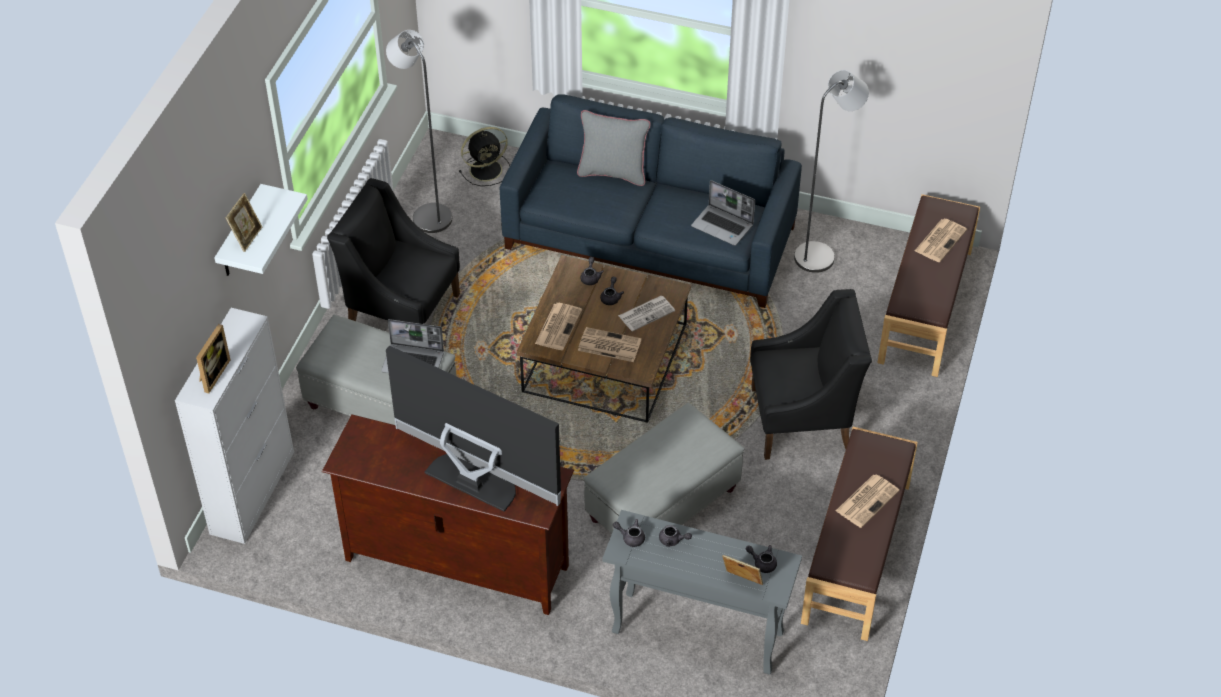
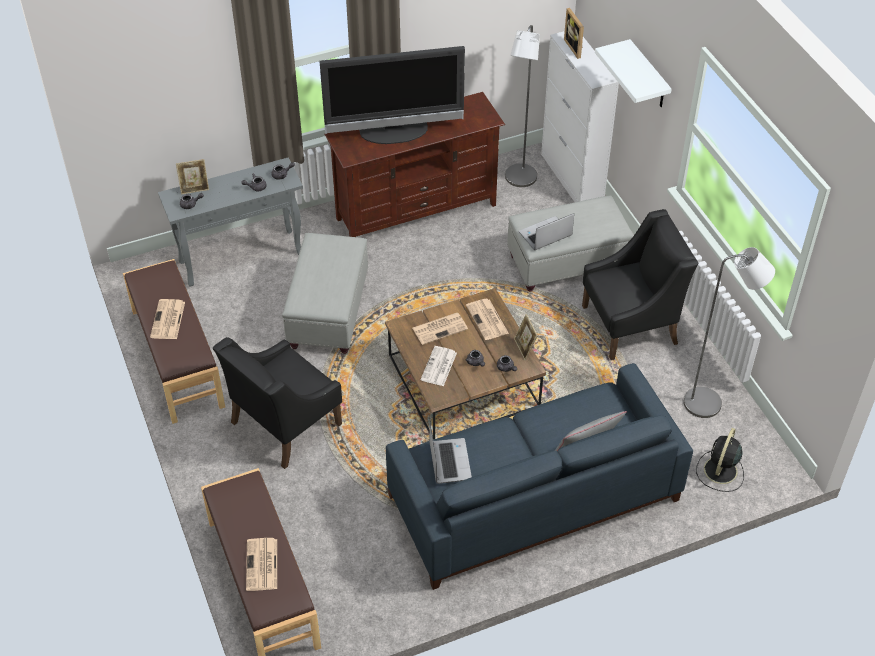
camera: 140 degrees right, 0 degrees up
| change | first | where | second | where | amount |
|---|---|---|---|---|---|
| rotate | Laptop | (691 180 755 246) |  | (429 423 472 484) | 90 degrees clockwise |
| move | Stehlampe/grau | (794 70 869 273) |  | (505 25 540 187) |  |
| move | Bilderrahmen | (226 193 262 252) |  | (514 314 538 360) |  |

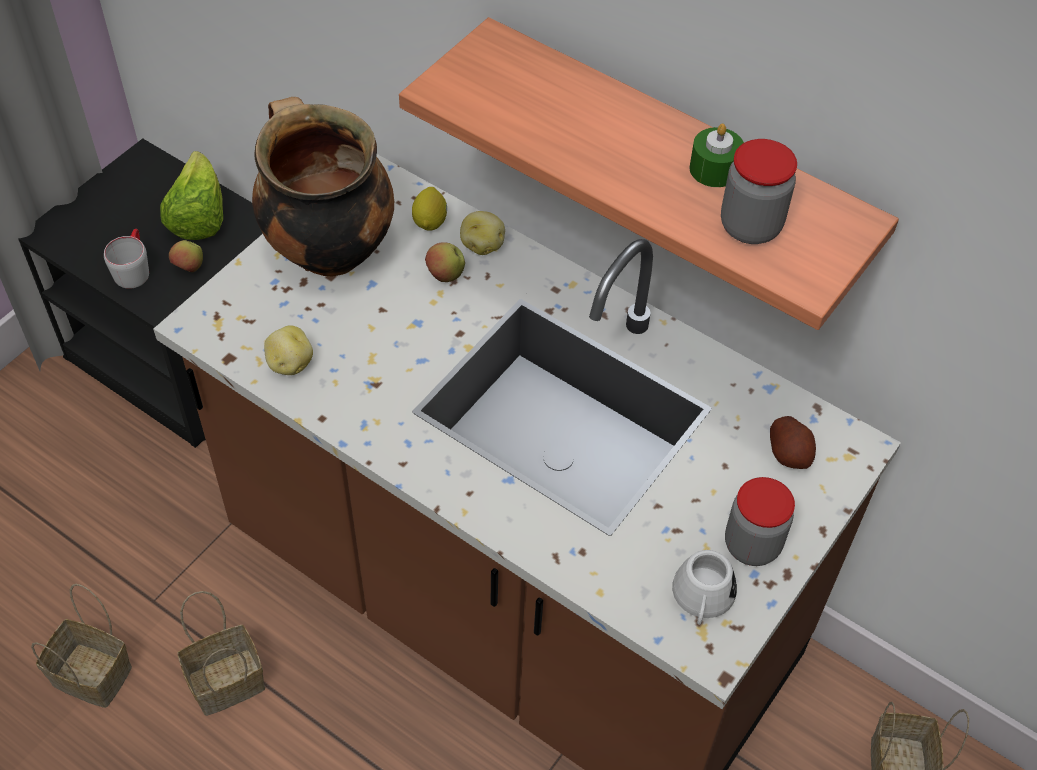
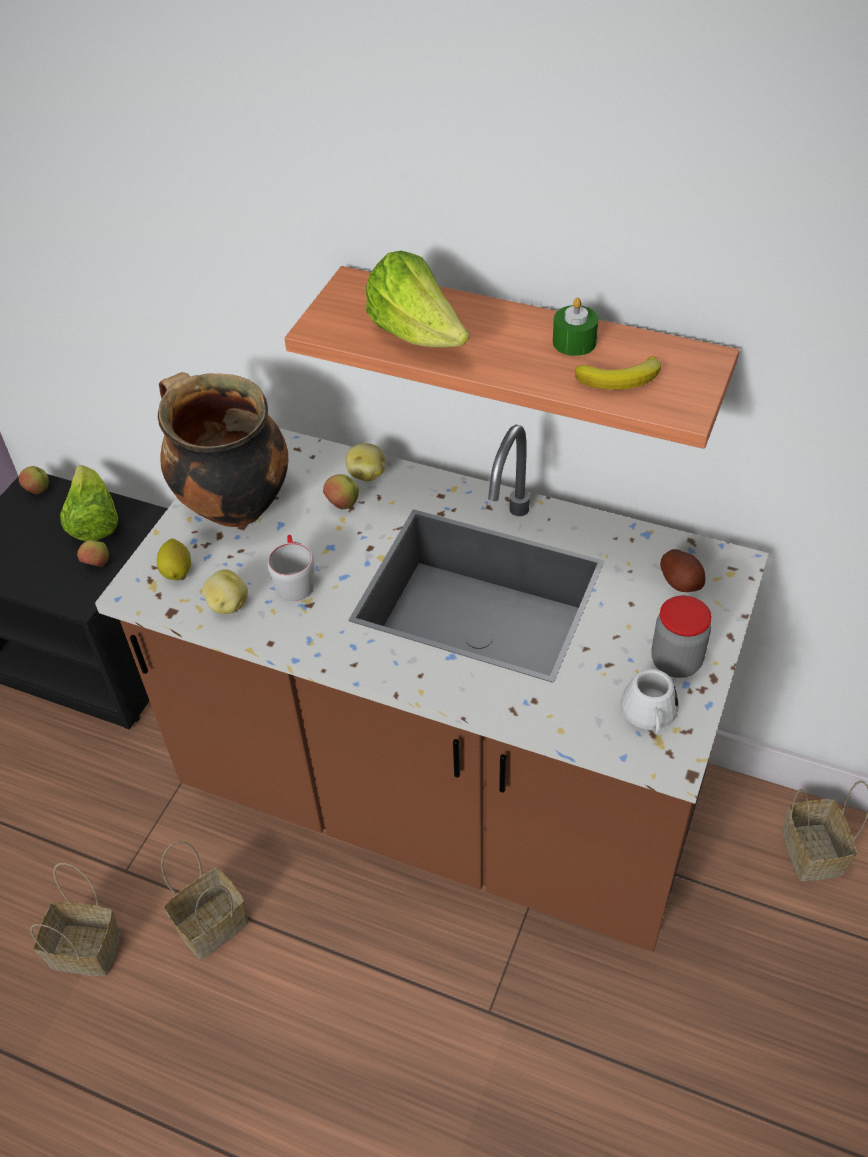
camera: 10 degrees left, 5 degrees down
| change | first | where | second | where | amount |
|---|---|---|---|---|---|
| insert |  |  | Apfel | (19 466 49 494) |  |
| move | Zitrone | (412 187 447 231) |  | (157 538 191 580) |  |
| move | Henkelbecher/grau | (104 229 149 289) |  | (267 535 315 601) |  |
| insert |  |  | Salatkopf | (366 251 469 348) |  |
| replace | Vorratsglas | (721 139 797 244) | Banane | (575 356 661 389) |  |

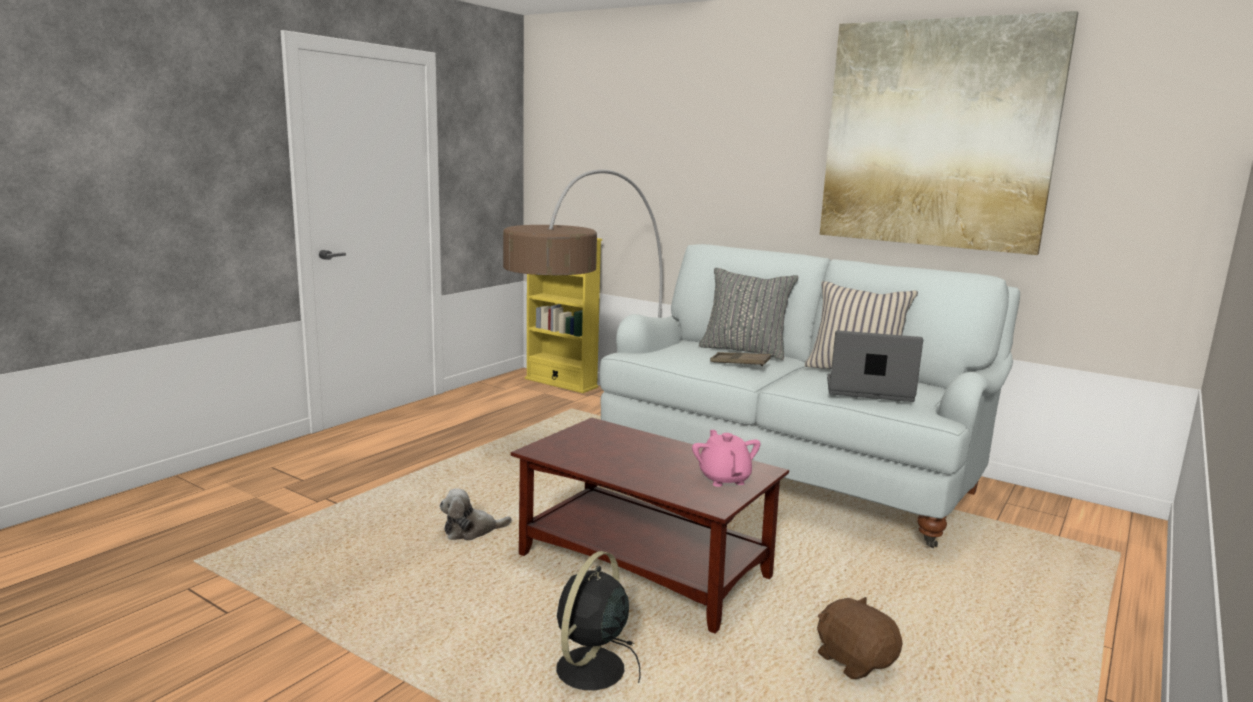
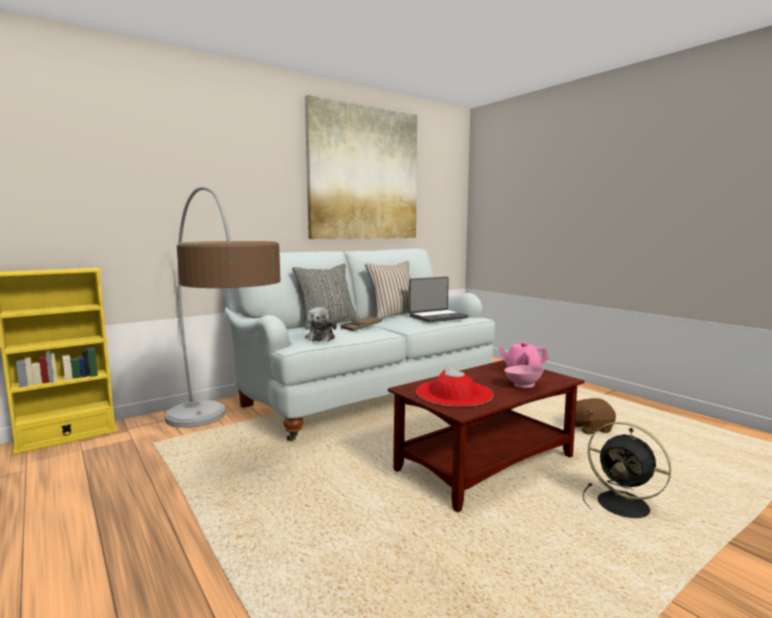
camera: 70 degrees left, 5 degrees down
| change | first | where | second | where | amount |
|---|---|---|---|---|---|
| move | Plüschtier | (440 488 511 540) |  | (305 307 337 342) |  |
| rotate | Laptop | (827 330 923 402) |  | (409 277 468 322) | 150 degrees counterclockwise |
| insert |  |  | Hut/rot | (416 367 493 407) |  |
| insert |  |  | Schüssel/rosa | (504 365 544 388) |  |

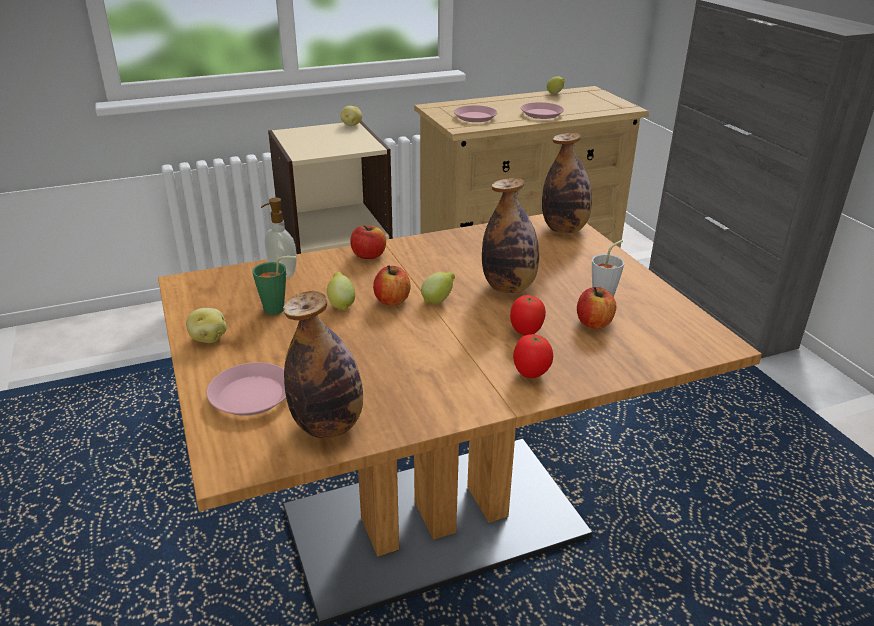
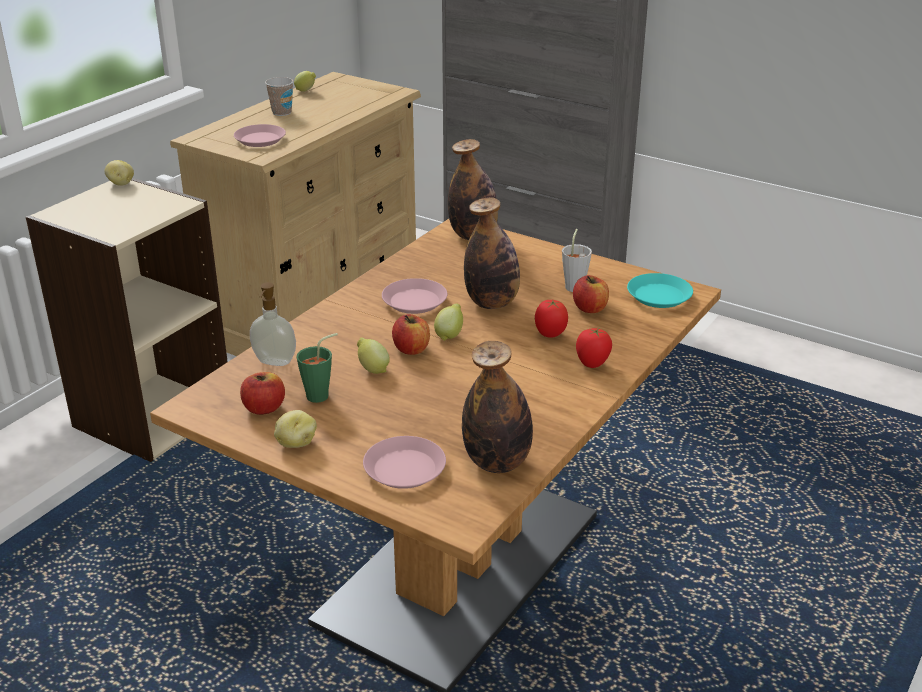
camera: 35 degrees left, 0 degrees up
| change | first | where | second | where | amount |
|---|---|---|---|---|---|
| move | Apfel | (350 226 386 259) |  | (240 372 285 415) |  |
| insert |  |  | Tasse | (265 77 293 116) |  |
| move | Teller/rosa | (521 102 564 119) |  | (382 278 447 314) |  |
| insert |  |  | Teller/türkis | (627 273 693 308) |  |

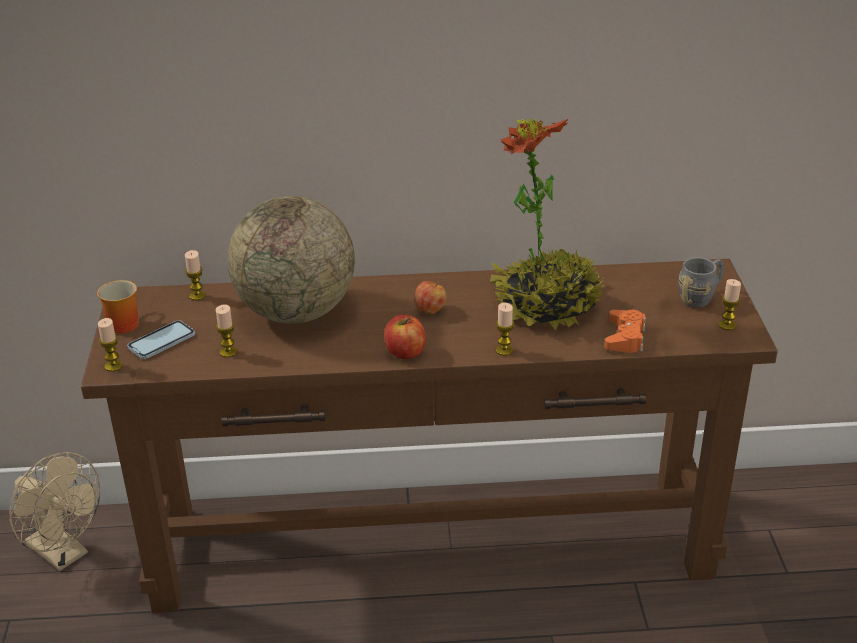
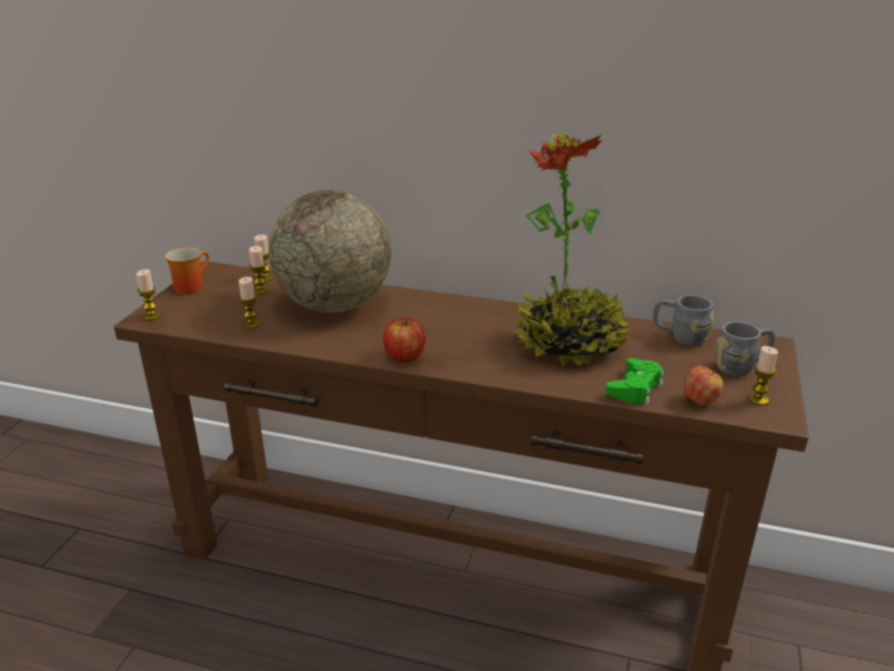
camera: 20 degrees right, 5 degrees down
| change | first | where | second | where | amount |
|---|---|---|---|---|---|
| move | Kerze | (495 303 514 356) |  | (249 246 269 295) |  |
| recolor | Gamepad/orange | (604 310 646 353) | Gamepad/grün | (606 358 664 405) |  |
| insert |  |  | Henkelbecher/grau | (653 295 714 347) |  |
| move | Apfel | (415 281 446 314) |  | (684 366 723 405) |  |
| delete | Ventilator/beige | (9 452 101 571) |  |  |  |
| delete | Handy | (127 320 195 359) |  |  |  |

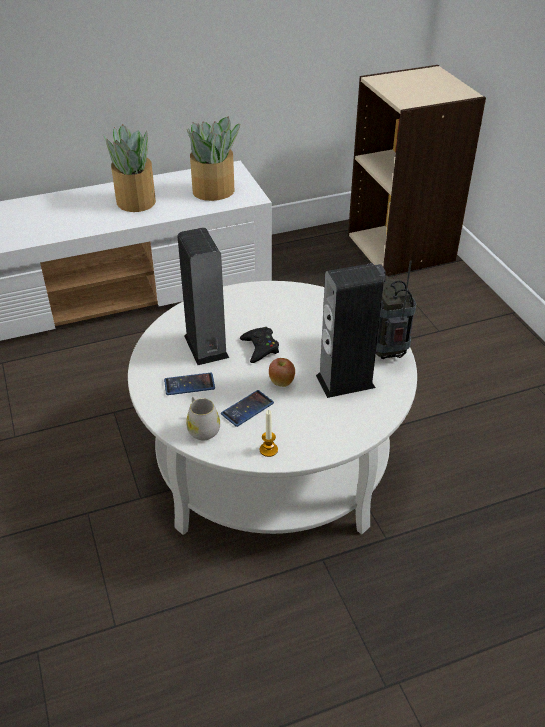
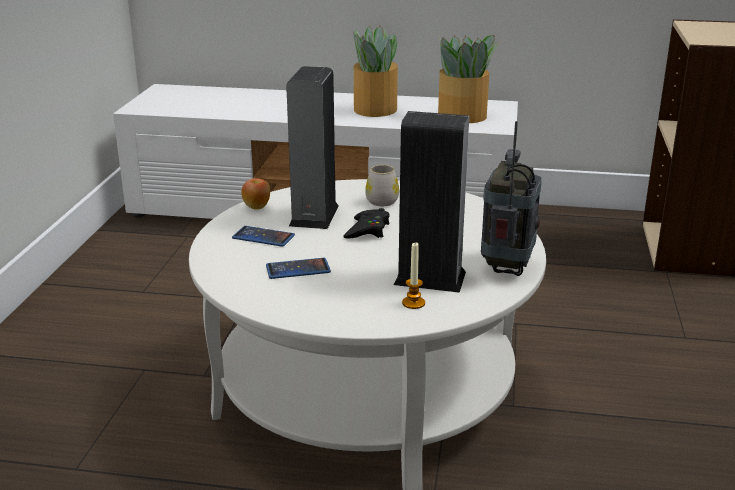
camera: 30 degrees right, 15 degrees down
| change | first | where | second | where | amount |
|---|---|---|---|---|---|
| move | Apfel | (269 358 295 387) |  | (241 178 270 210) |  |
| move | Henkelbecher/weiß | (186 396 220 440) |  | (365 165 399 206) |  |
| move | Kerze | (260 410 278 457) |  | (402 243 425 309) |  |

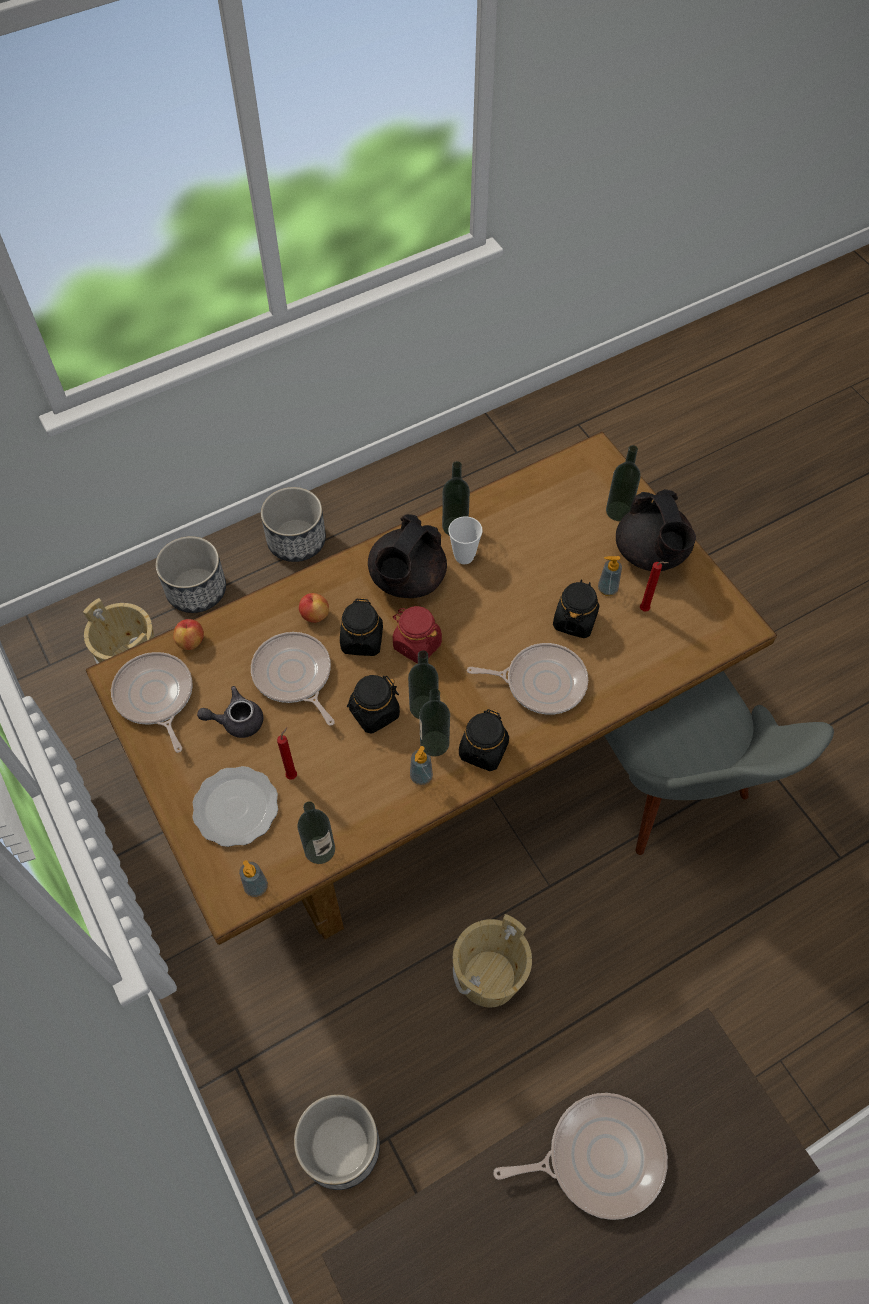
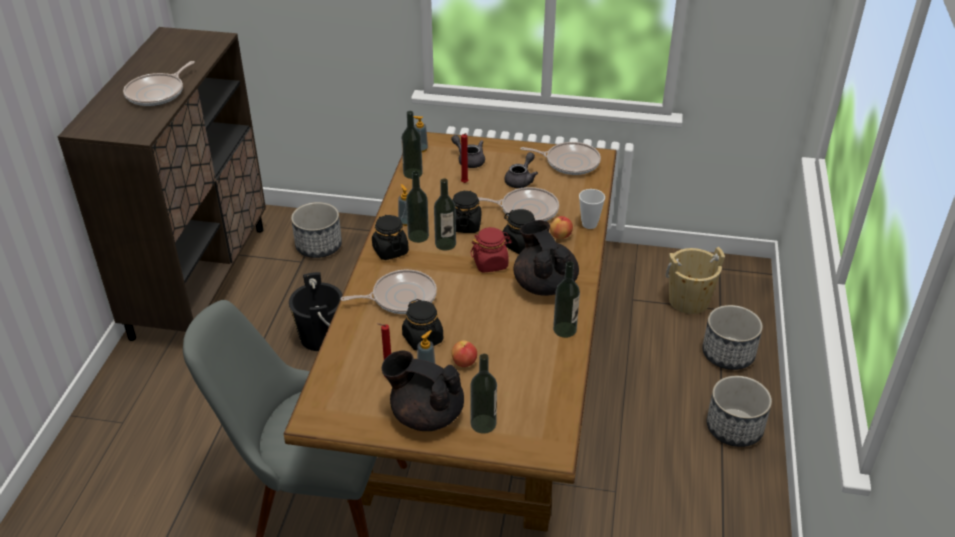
camera: 130 degrees right, 20 degrees down
| change | first | where | second | where | amount |
|---|---|---|---|---|---|
| recolor | Eimer/beige | (453 914 532 1008) | Eimer/schwarz | (289 272 343 351) |  |
| rotate | Pfanne | (467 643 588 715) |  | (340 270 437 314) | 150 degrees counterclockwise |
| replace | Teller | (192 766 278 847) | Teekanne/grau | (451 135 485 168) |  |
| move | Apfel | (173 619 204 650) |  | (451 340 477 367) |  |
| move | Tasse | (448 516 483 564) |  | (579 189 605 229) |  |

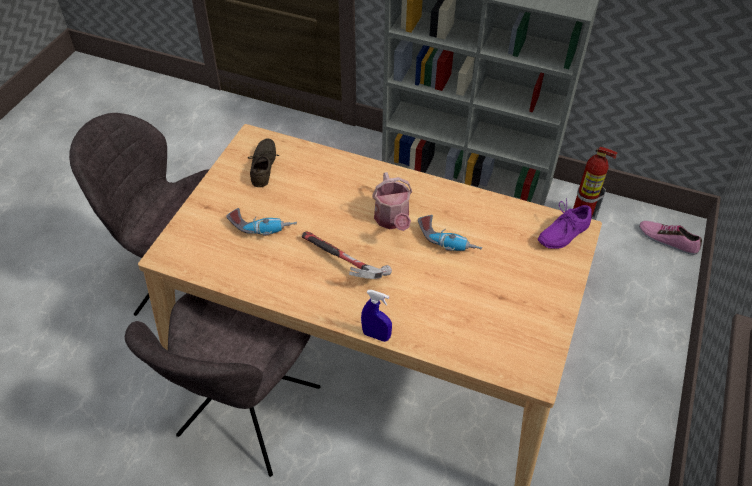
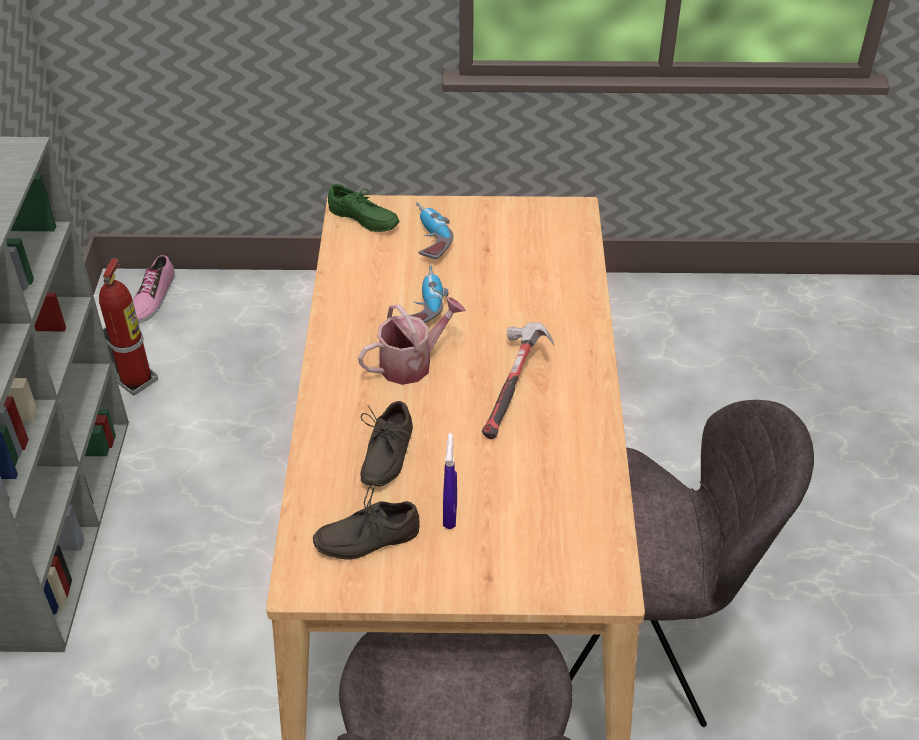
camera: 110 degrees left, 5 degrees down
| change | first | where | second | where | amount |
|---|---|---|---|---|---|
| recolor | Schuh/lila | (538 198 592 249) | Schuh/grün | (328 184 399 232) |  |
| insert |  |  | Schuh/grau | (361 401 413 487) |  |
| move | Bohrmaschine | (226 208 297 236) |  | (416 202 453 259) |  |
| move | Sprühflasche/blau | (361 290 392 342) |  | (443 433 457 529) |  |

